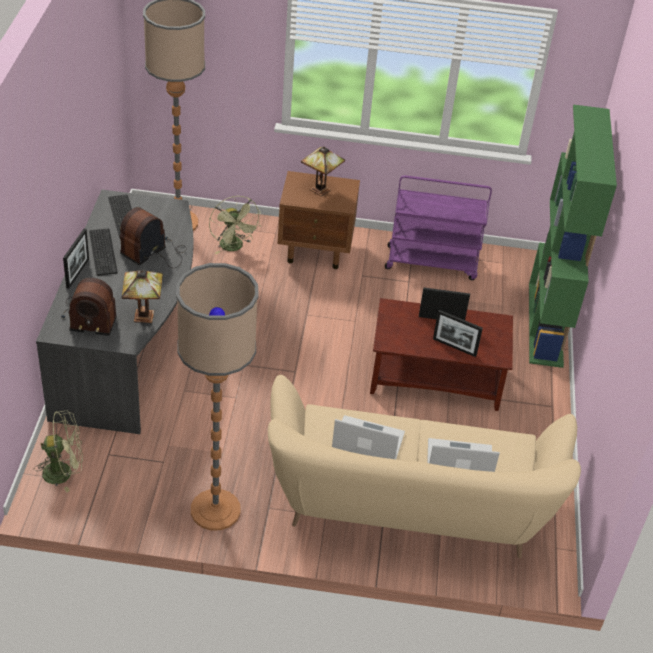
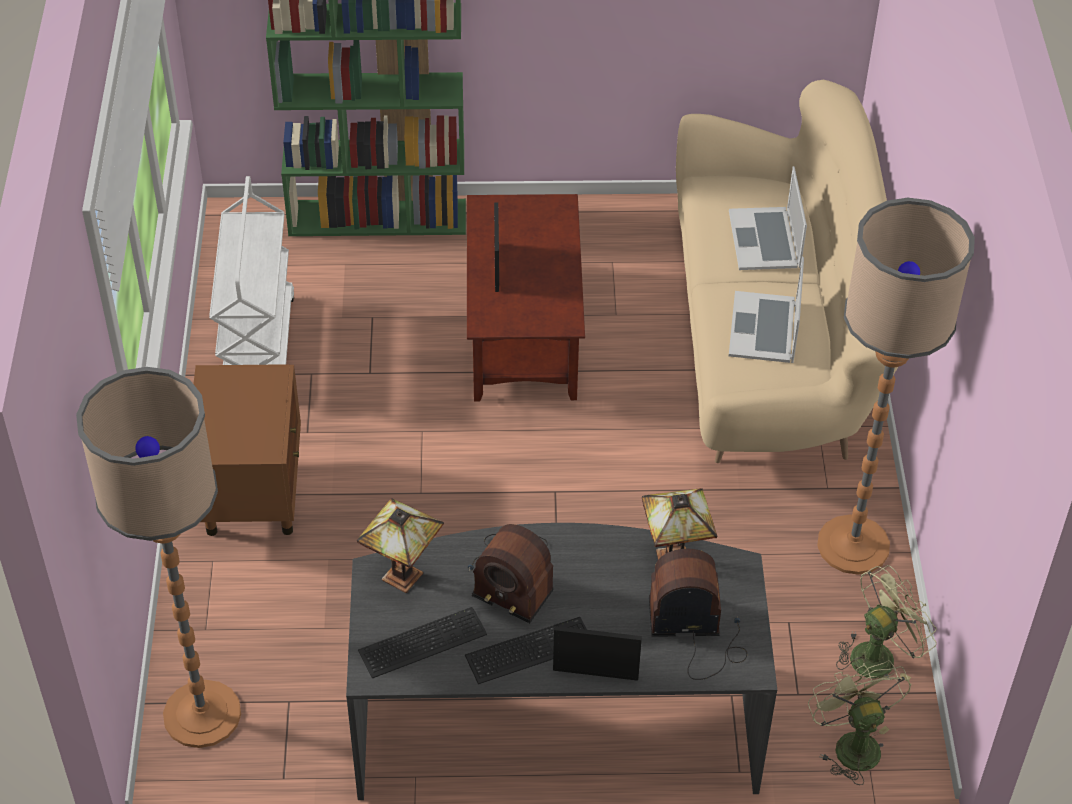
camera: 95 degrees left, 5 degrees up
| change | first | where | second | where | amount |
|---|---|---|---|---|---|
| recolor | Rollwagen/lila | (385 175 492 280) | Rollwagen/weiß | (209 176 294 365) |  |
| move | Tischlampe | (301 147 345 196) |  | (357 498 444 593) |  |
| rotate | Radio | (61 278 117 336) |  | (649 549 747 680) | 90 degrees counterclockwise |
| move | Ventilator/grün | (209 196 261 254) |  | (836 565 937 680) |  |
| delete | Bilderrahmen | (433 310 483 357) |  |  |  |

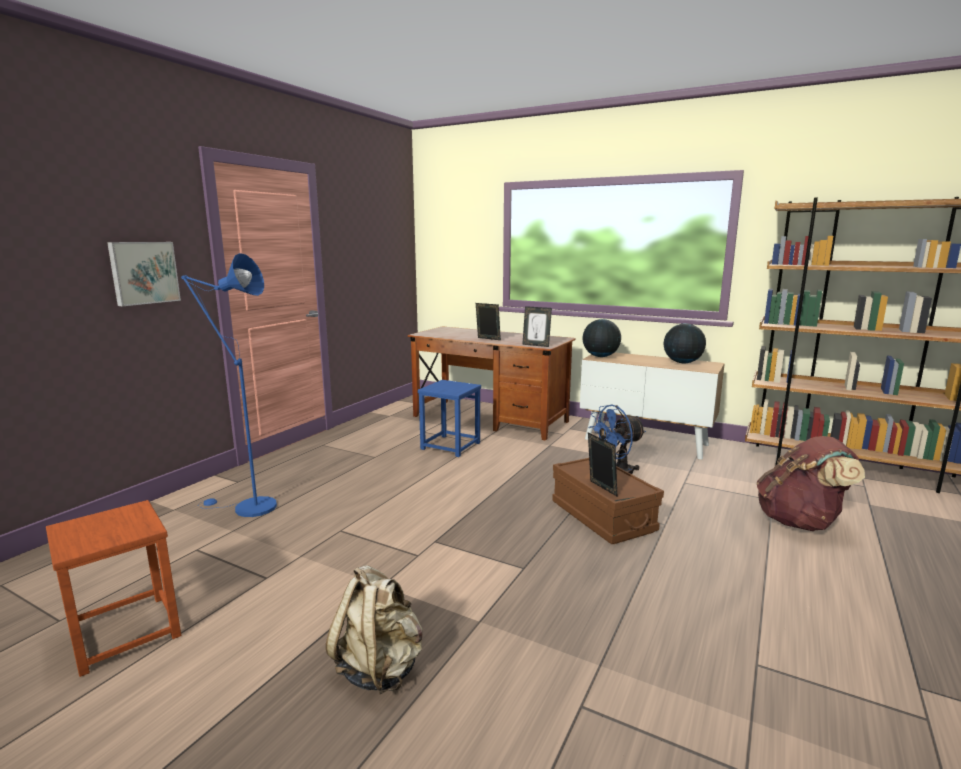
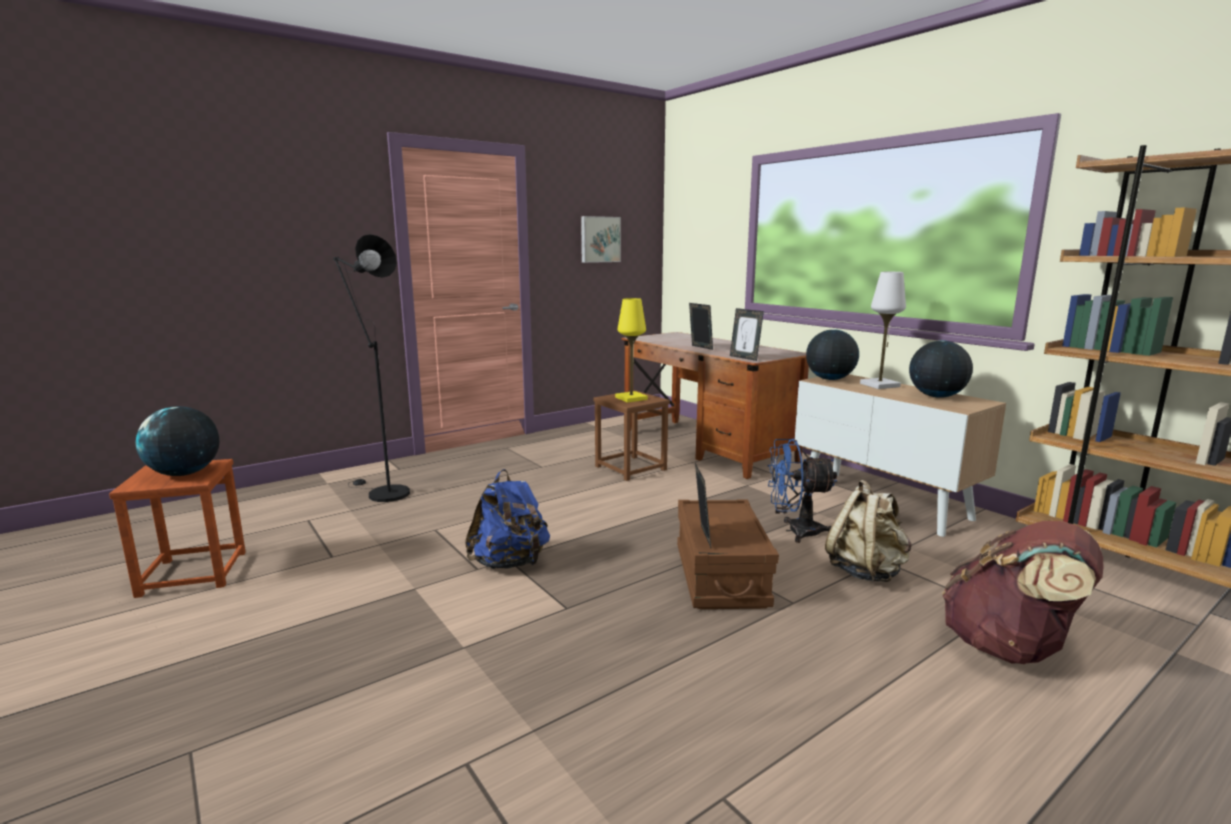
camera: 25 degrees right, 0 degrees up
| change | first | where | second | where | amount |
|---|---|---|---|---|---|
| insert |  |  | Globus | (136 406 219 476) |  |
| recolor | Stehlampe/blau | (181 253 277 517) | Stehlampe/schwarz | (333 234 410 502) |  |
| insert |  |  | Rucksack/blau | (465 469 550 569) |  |
| move | Bild | (107 242 181 306) |  | (581 216 621 263) |  |
| recolor | Hocker/blau | (418 380 481 457) | Hocker/braun | (594 390 670 481) |  |
| insert |  |  | Tischlampe/gelb | (615 298 648 403) |  |
| move | Rucksack/beige | (326 565 423 694) |  | (825 479 912 582) |  |
| insert |  |  | Tischlampe/weiß | (860 272 906 389) |  |

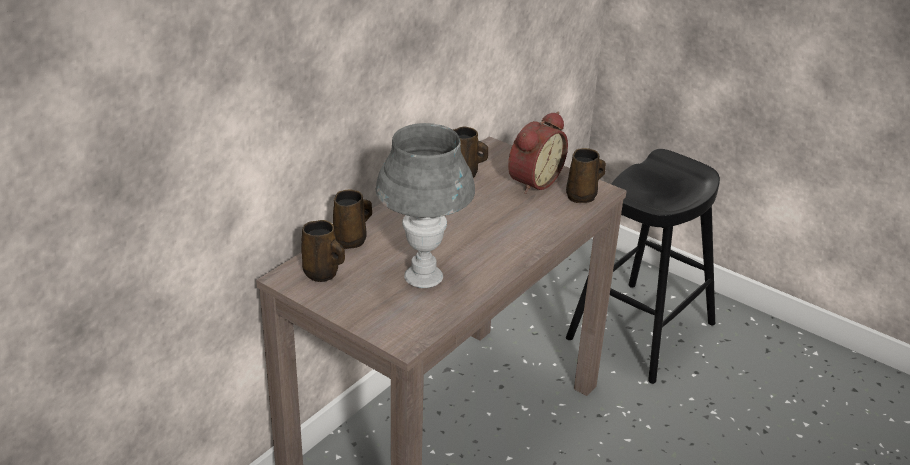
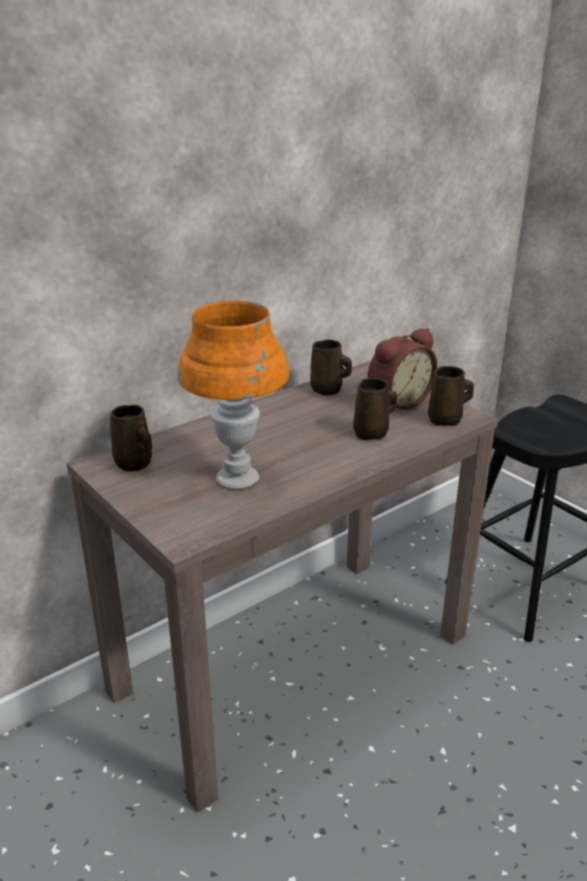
camera: 15 degrees right, 5 degrees down
| change | first | where | second | where | amount |
|---|---|---|---|---|---|
| recolor | Tischlampe/grau | (375 123 475 288) | Tischlampe/orange | (177 300 289 489) |  |
| move | Henkelbecher/braun | (333 190 372 249) |  | (353 378 397 440) |  |

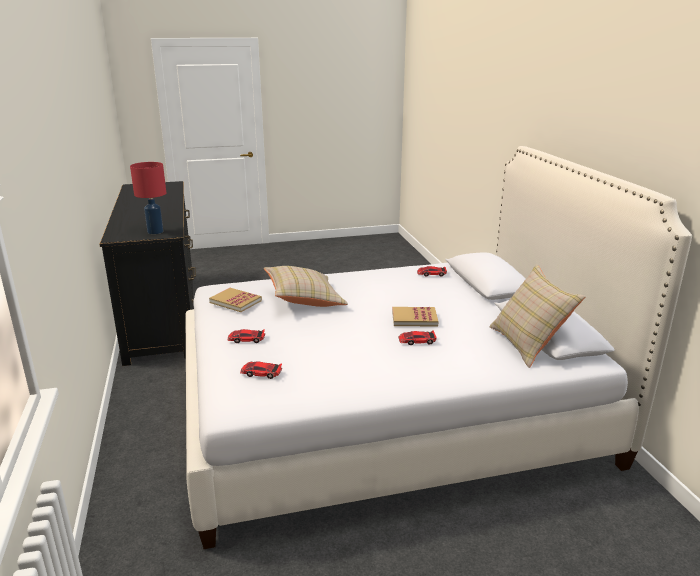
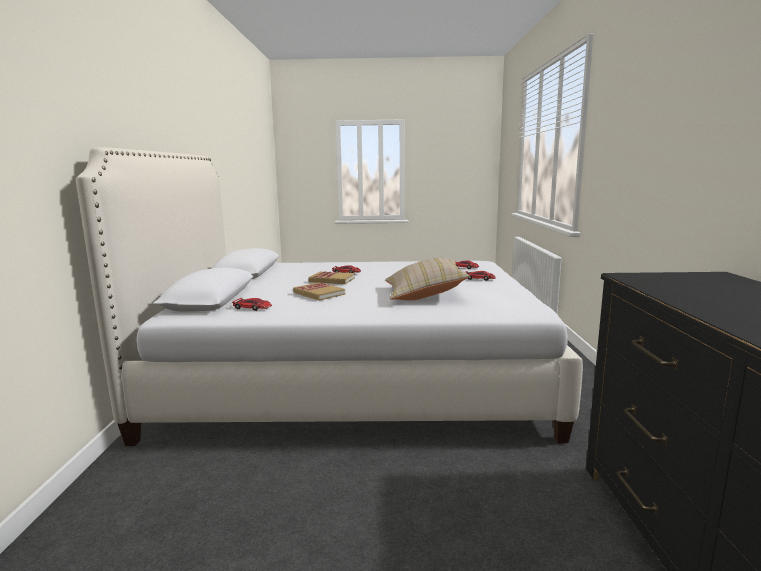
camera: 165 degrees left, 10 degrees down
| change | first | where | second | where | amount |
|---|---|---|---|---|---|
| move | Buch | (209 288 262 312) |  | (293 282 345 301) |  |
| delete | Tischlampe/rot | (130 162 166 234) |  |  |  |
| delete | Kissen/beige | (489 264 586 368) |  |  |  |

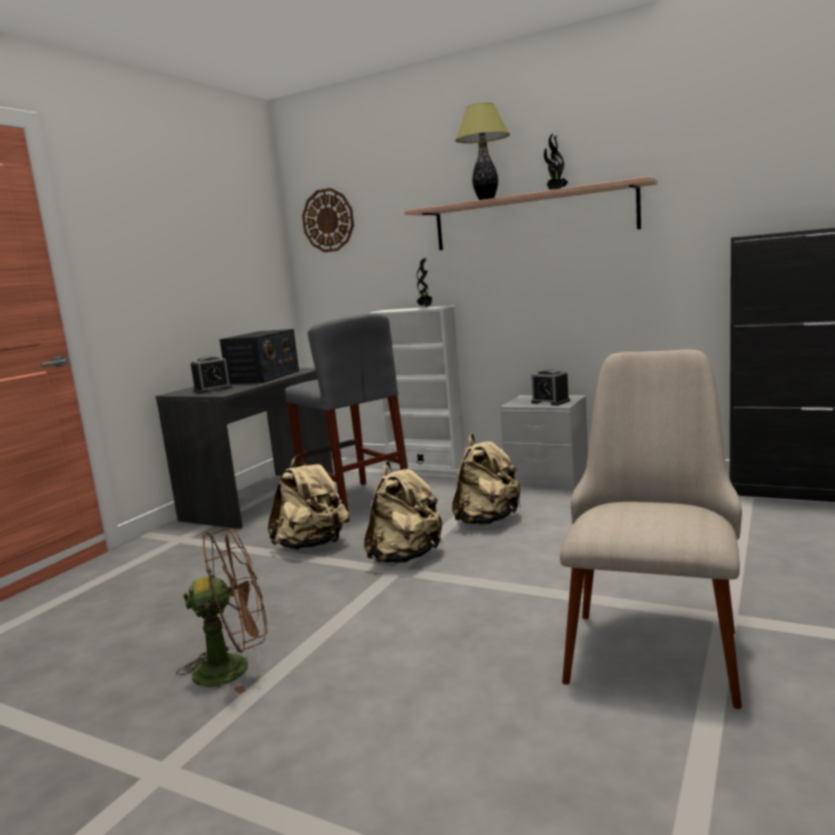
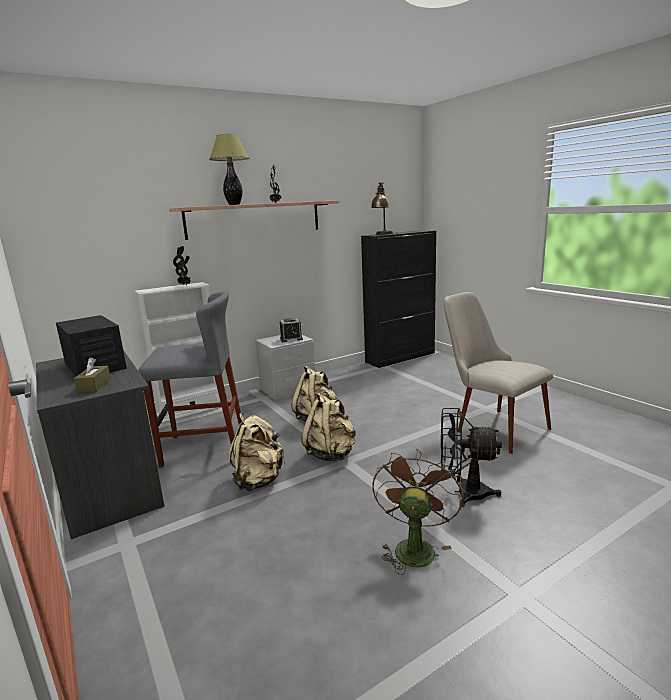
camera: 60 degrees left, 5 degrees up
| change | first | where | second | where | amount |
|---|---|---|---|---|---|
| replace | Wecker | (191 356 233 394) | Taschentuchbox/braun | (74 357 111 393) |  |
| insert |  |  | Tischlampe | (371 182 393 235) |  |
| insert |  |  | Ventilator/schwarz | (441 408 502 507) |  |
| delete | Wanduhr | (302 188 354 252) |  |  |  |

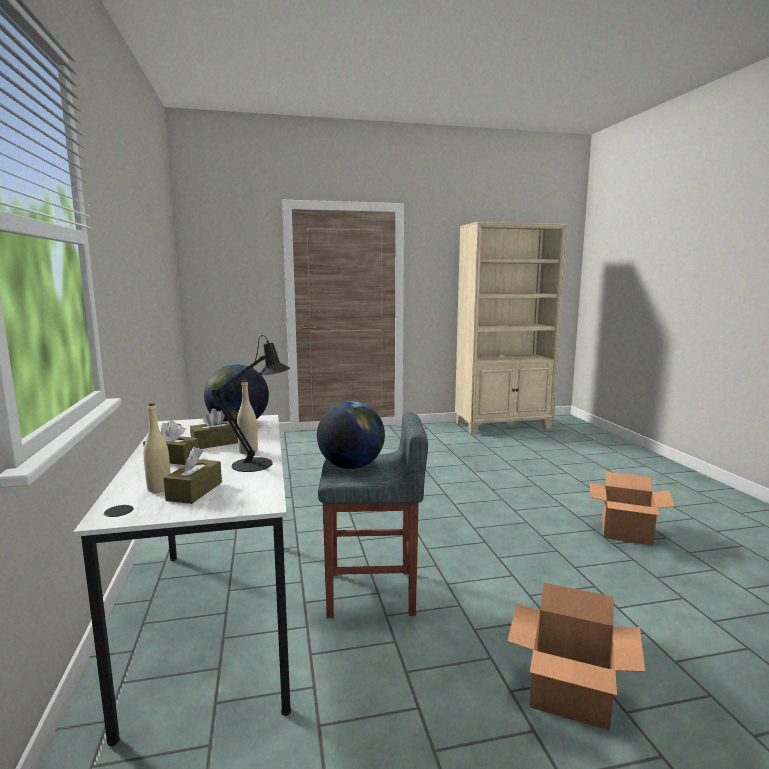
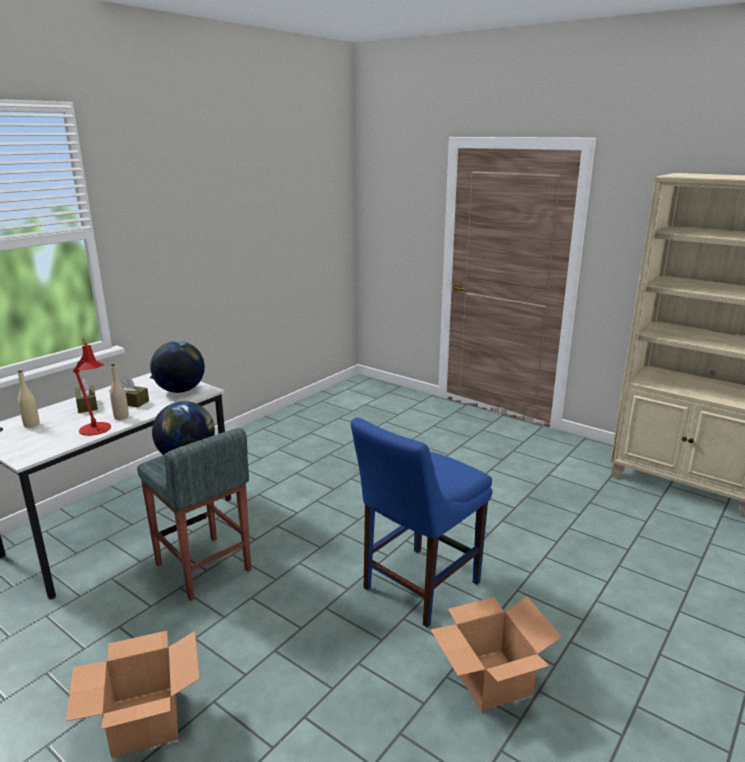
camera: 50 degrees right, 10 degrees up
| change | first | where | second | where | amount |
|---|---|---|---|---|---|
| recolor | Tischlampe/schwarz | (211 335 290 472) | Tischlampe/rot | (73 338 111 436) |  |
| insert |  |  | Stuhl/blau | (351 417 493 628) |  |
| delete | Taschentuchbox/braun | (164 447 222 504) |  |  |  |

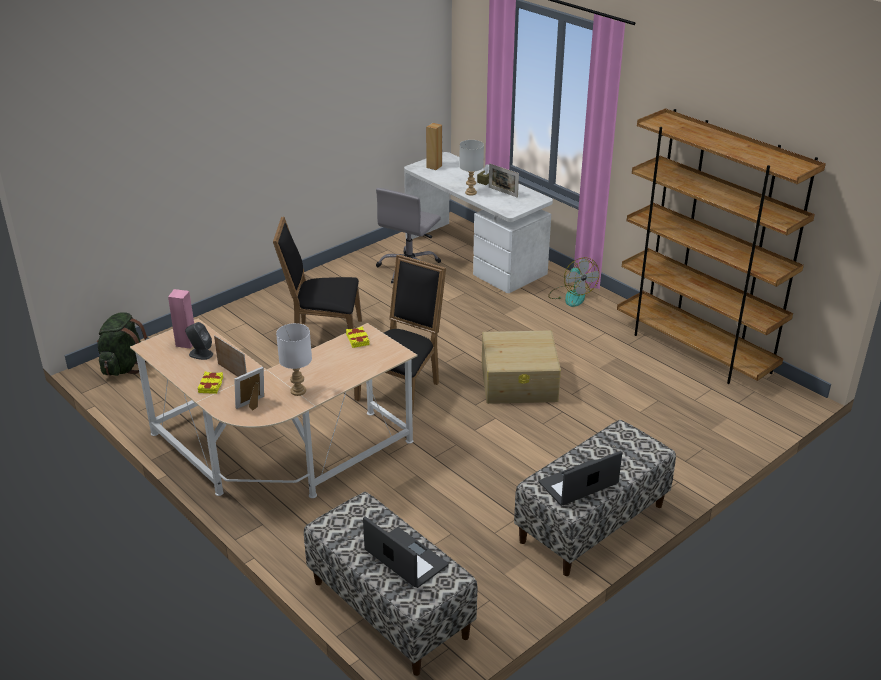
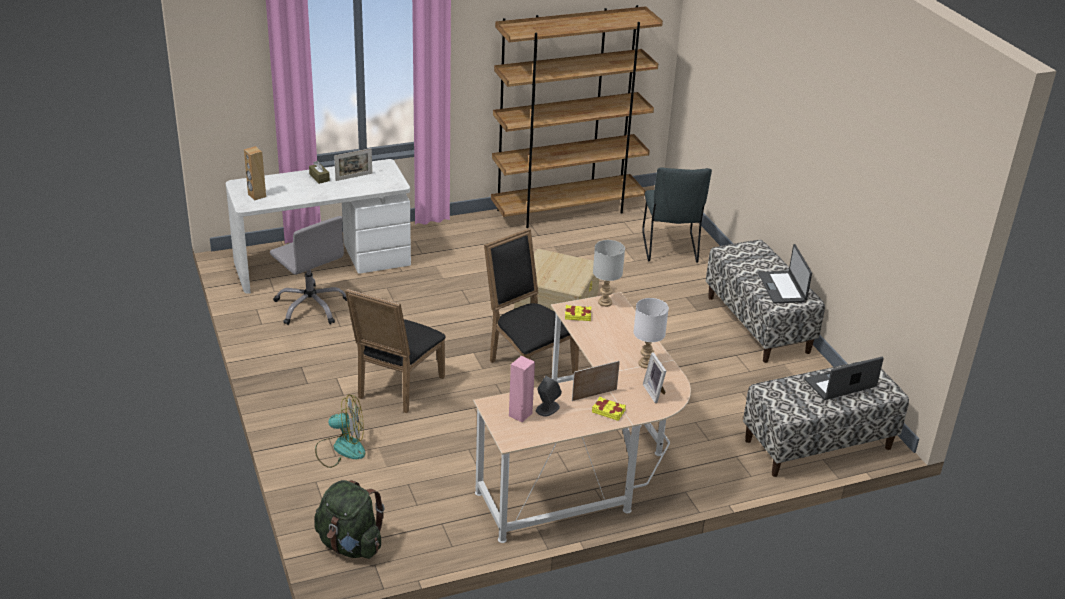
camera: 70 degrees left, 0 degrees up
| change | first | where | second | where | amount |
|---|---|---|---|---|---|
| move | Ventilator | (548 257 599 307) |  | (315 394 365 468) |  |
| move | Tischlampe/grau | (459 140 484 196) |  | (593 240 625 307) |  |
| insert |  |  | Stuhl/grau | (642 168 712 263) |  |

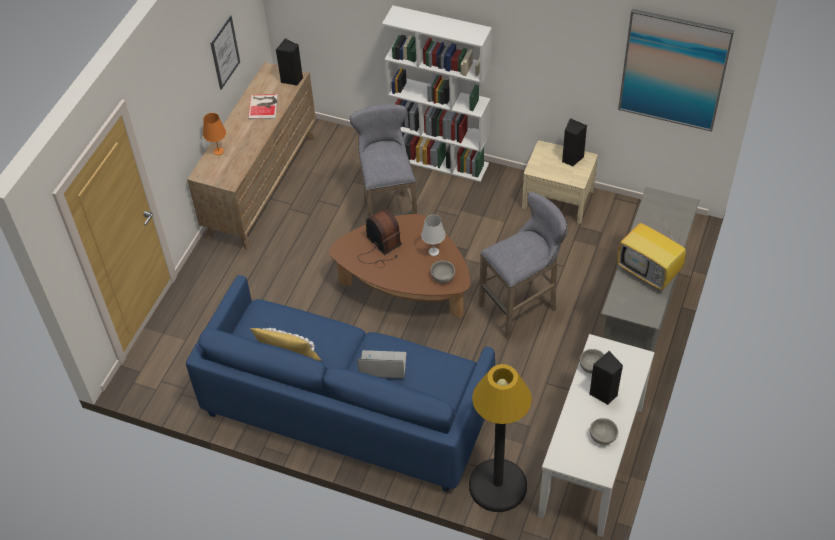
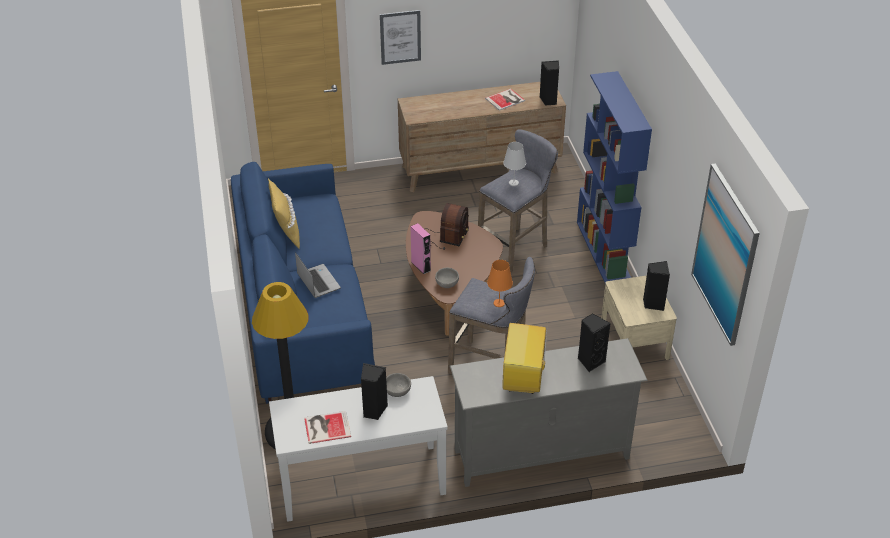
camera: 55 degrees right, 10 degrees down
| change | first | where | second | where | amount |
|---|---|---|---|---|---|
| replace | Schüssel/grau | (590 418 618 445) | Buch | (304 411 351 444) |  |
| move | Bild | (210 15 240 90) |  | (380 10 421 65) |  |
| insert |  |  | Lautsprecher/rosa | (411 223 431 274) |  |
| move | Tischlampe/orange | (203 113 226 155) |  | (487 260 513 307) |  |
| move | Tischlampe/weiß | (421 215 445 256) |  | (503 142 526 186) |  |
| recolor | Bücherregal/weiß | (382 6 492 182) | Bücherregal/blau | (577 71 652 283) |  |
| insert |  |  | Lautsprecher/schwarz | (578 313 611 372) |  |

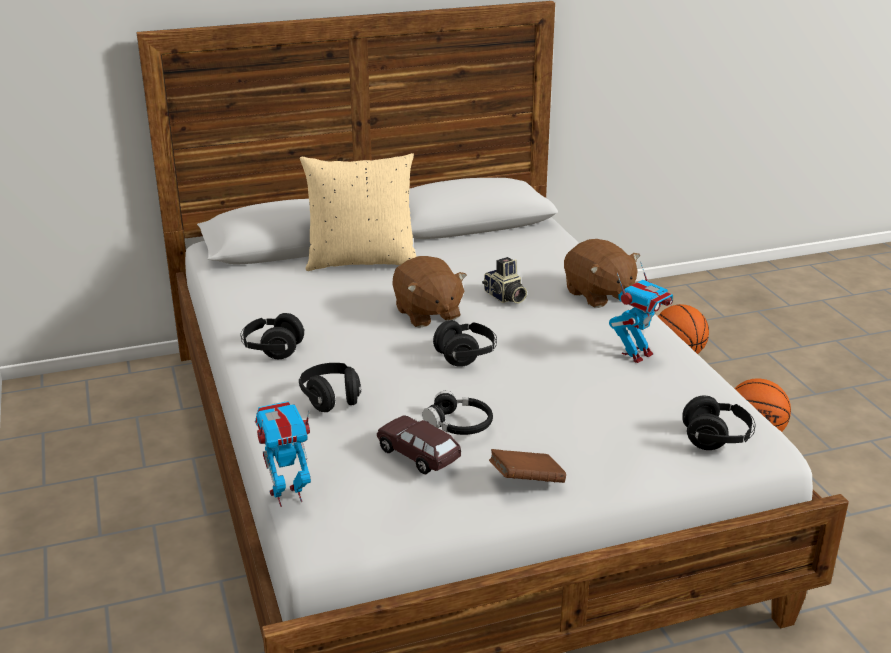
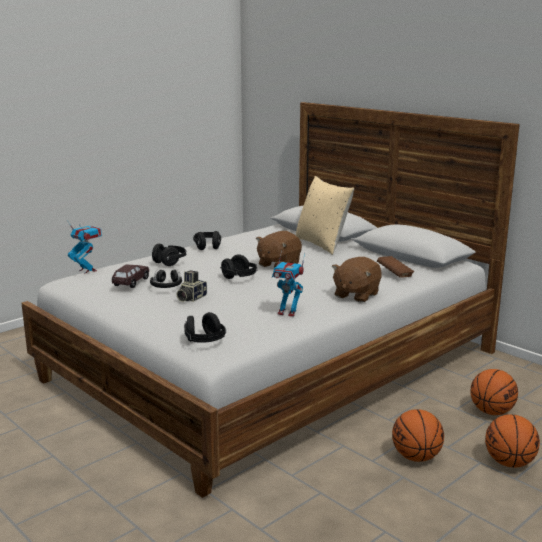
camera: 65 degrees right, 10 degrees down
| change | first | where | second | where | amount |
|---|---|---|---|---|---|
| move | Kamera | (482 257 527 304) |  | (176 270 207 302) |  |
| move | Buch/braun | (489 449 566 483) |  | (377 256 414 278) |  |
| insert |  |  | Basketball | (485 414 540 468) |  |

